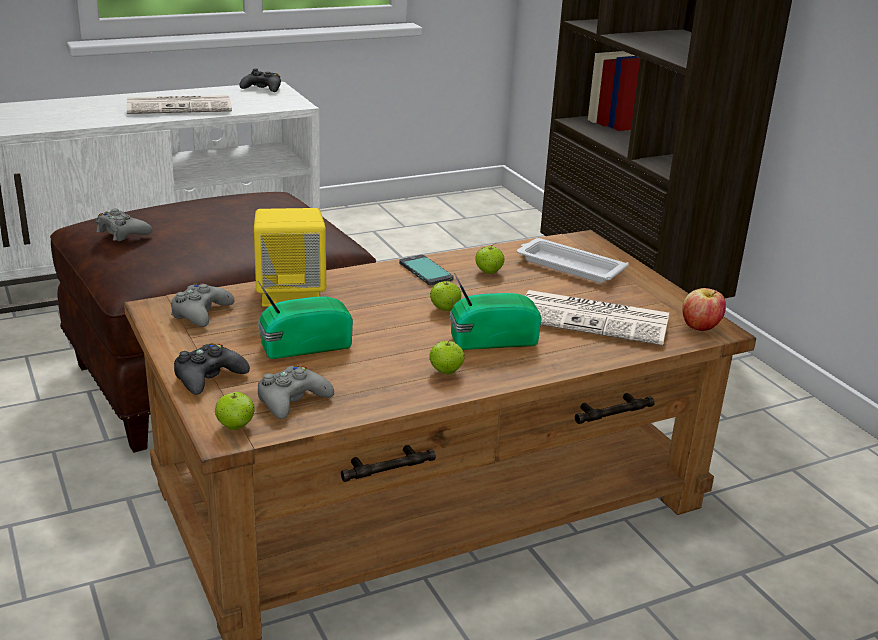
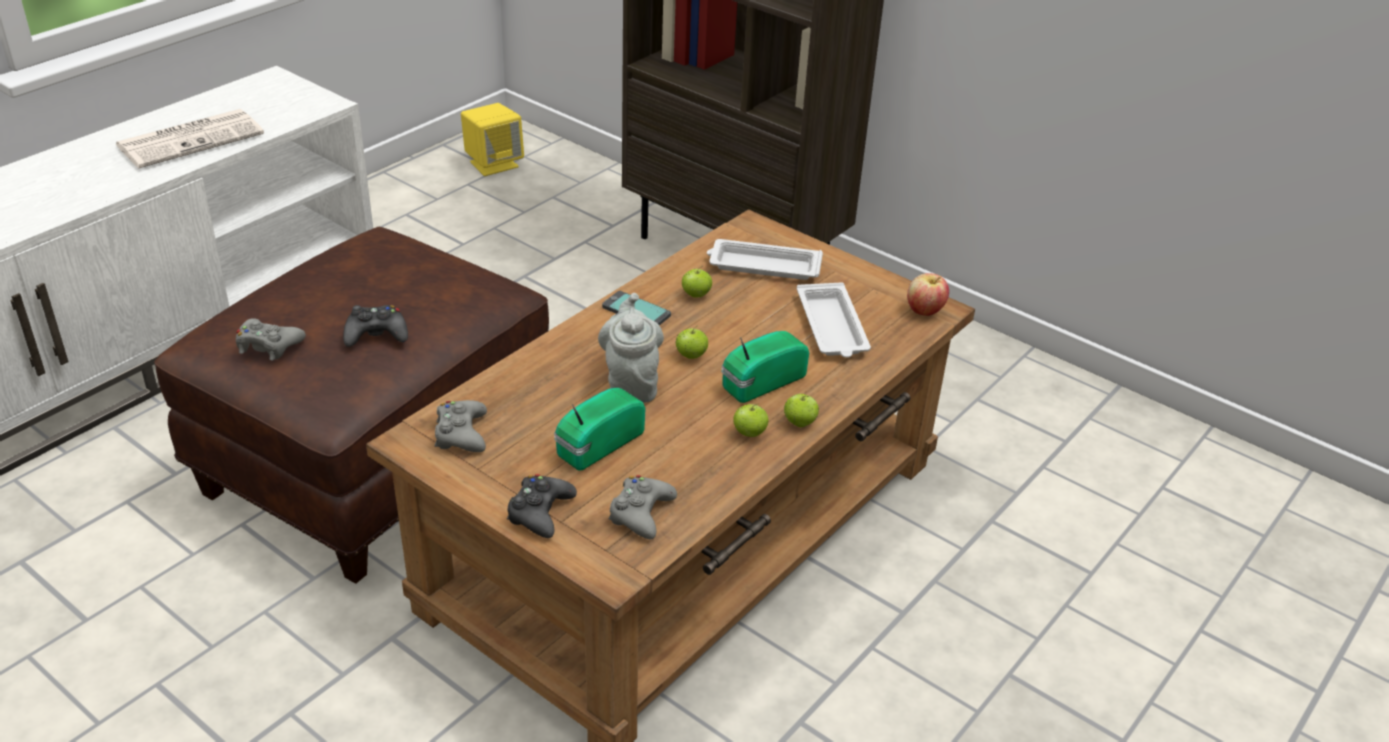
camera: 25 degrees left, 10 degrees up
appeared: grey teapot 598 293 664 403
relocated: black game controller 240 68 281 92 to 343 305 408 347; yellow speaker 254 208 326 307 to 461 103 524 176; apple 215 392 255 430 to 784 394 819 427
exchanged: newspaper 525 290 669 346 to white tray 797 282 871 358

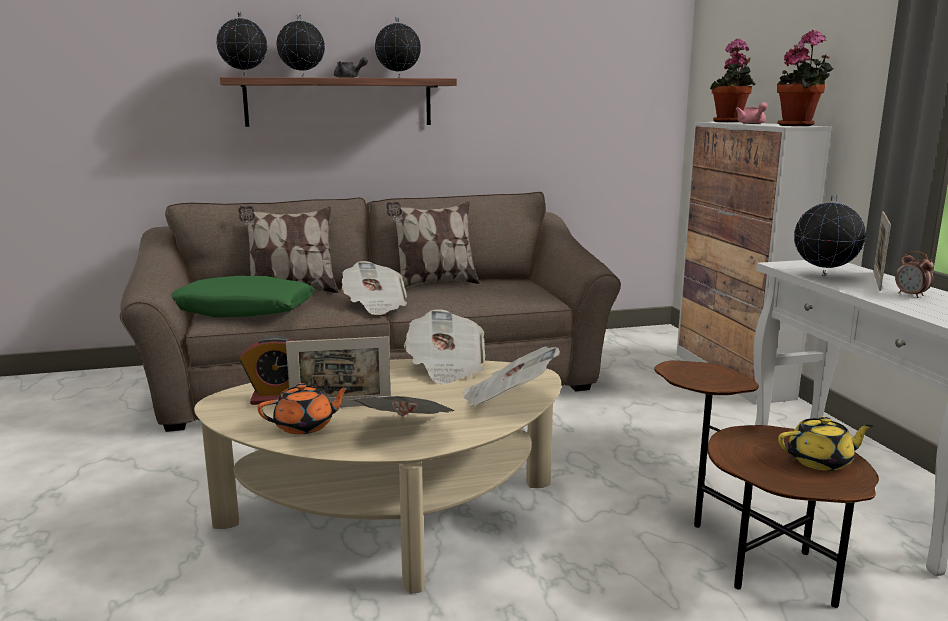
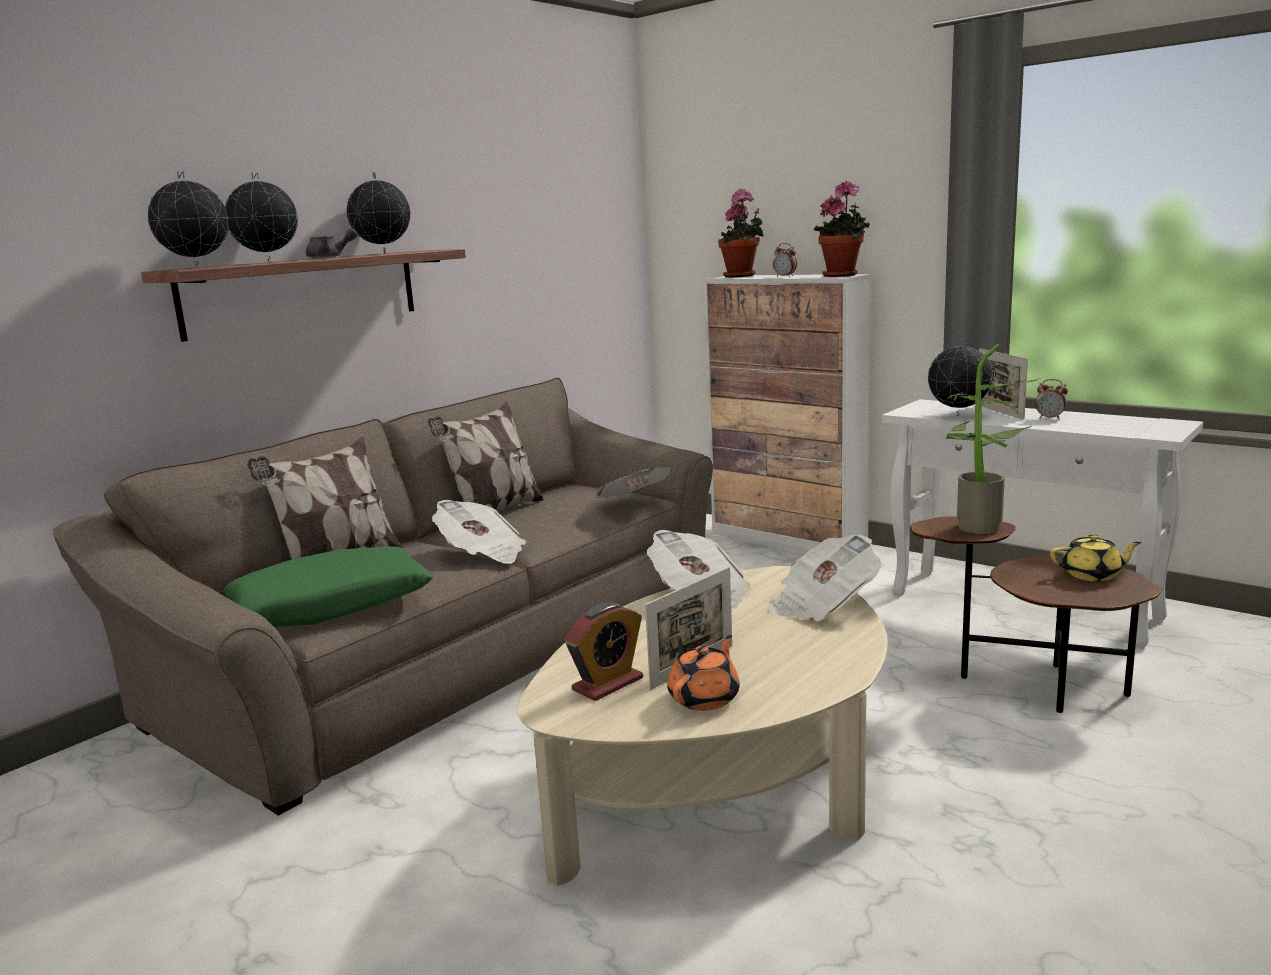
camera: 35 degrees left, 0 degrees up
appeared: potted plant 946 343 1040 534
relocated: newspaper 349 396 454 416 to 596 467 671 498
exchanged: pink teapot 736 102 767 124 to alarm clock 773 243 797 277
spun: yellow teapot 778 416 874 471 = 1050 534 1142 581 45 degrees clockwise

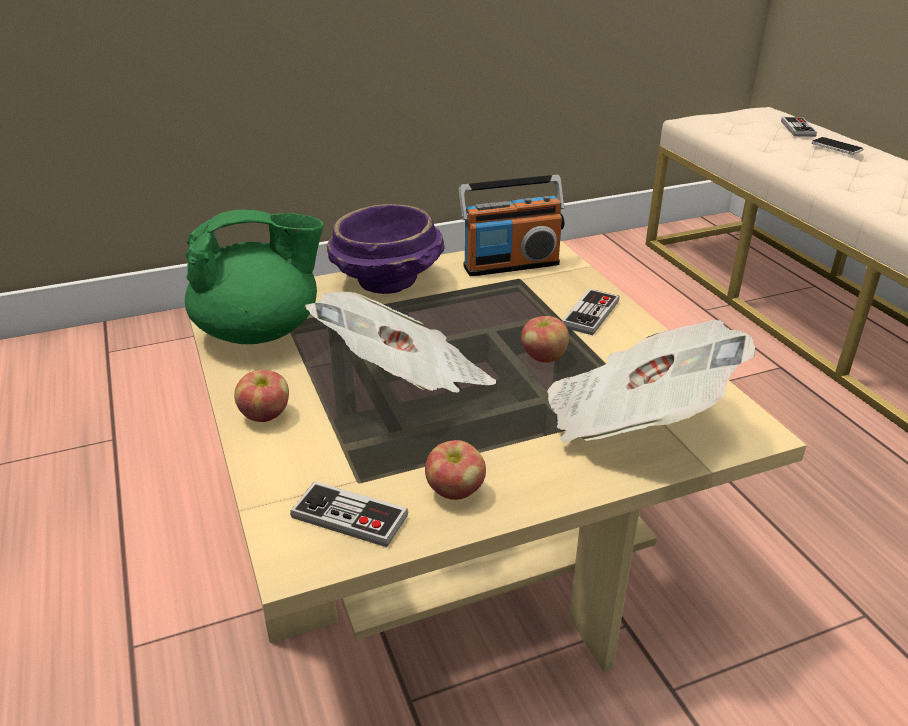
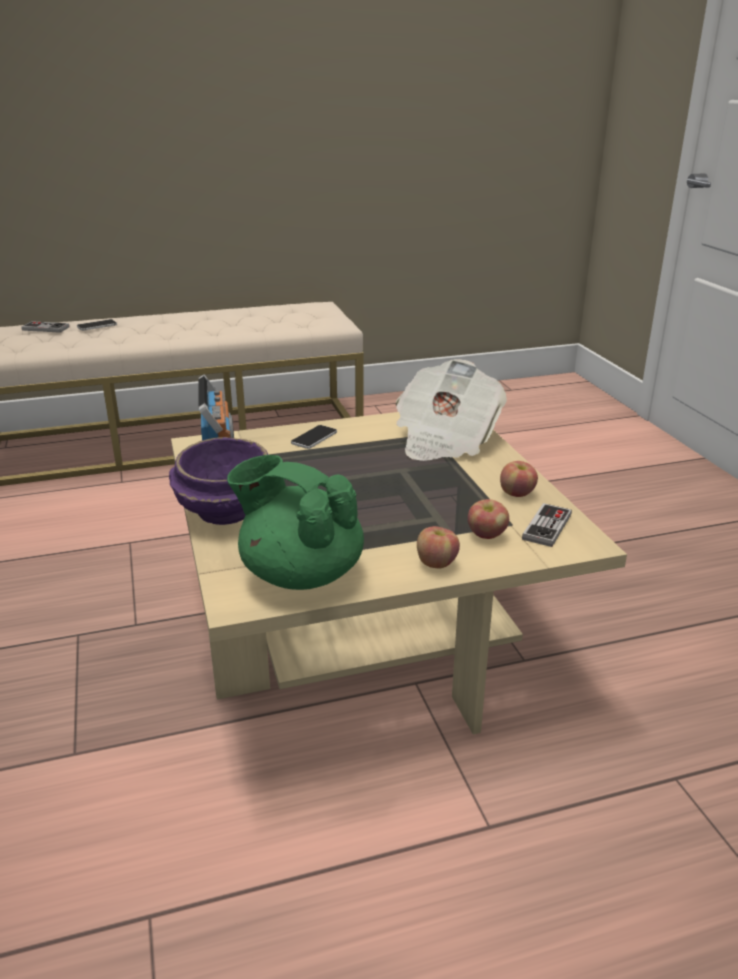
camera: 85 degrees left, 5 degrees down
missing: newspaper 305 291 496 393
relocated: apple 521 316 569 363 to 468 499 509 539
exchanged: game controller 562 289 619 335 to phone 291 425 337 449
spun: green teapot 185 210 324 344 = 227 455 364 590 45 degrees counterclockwise

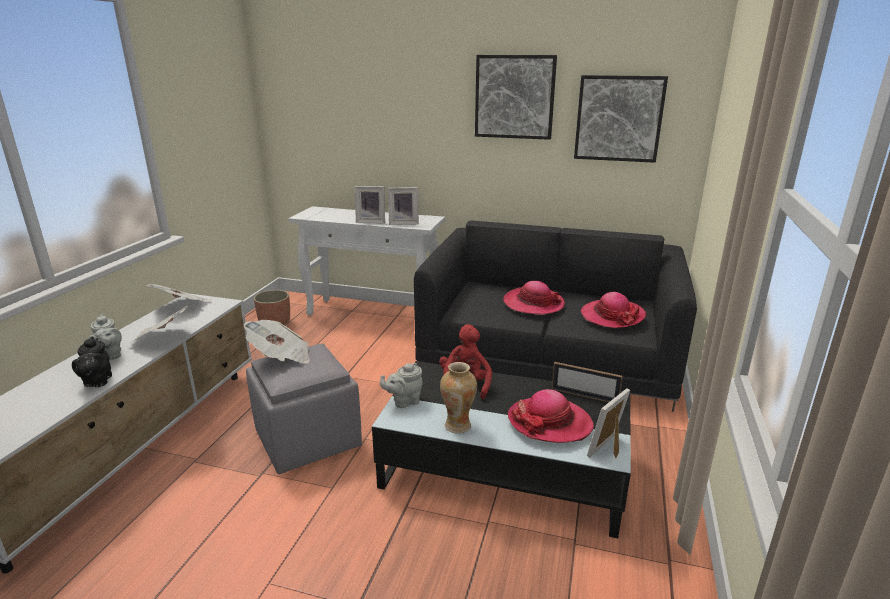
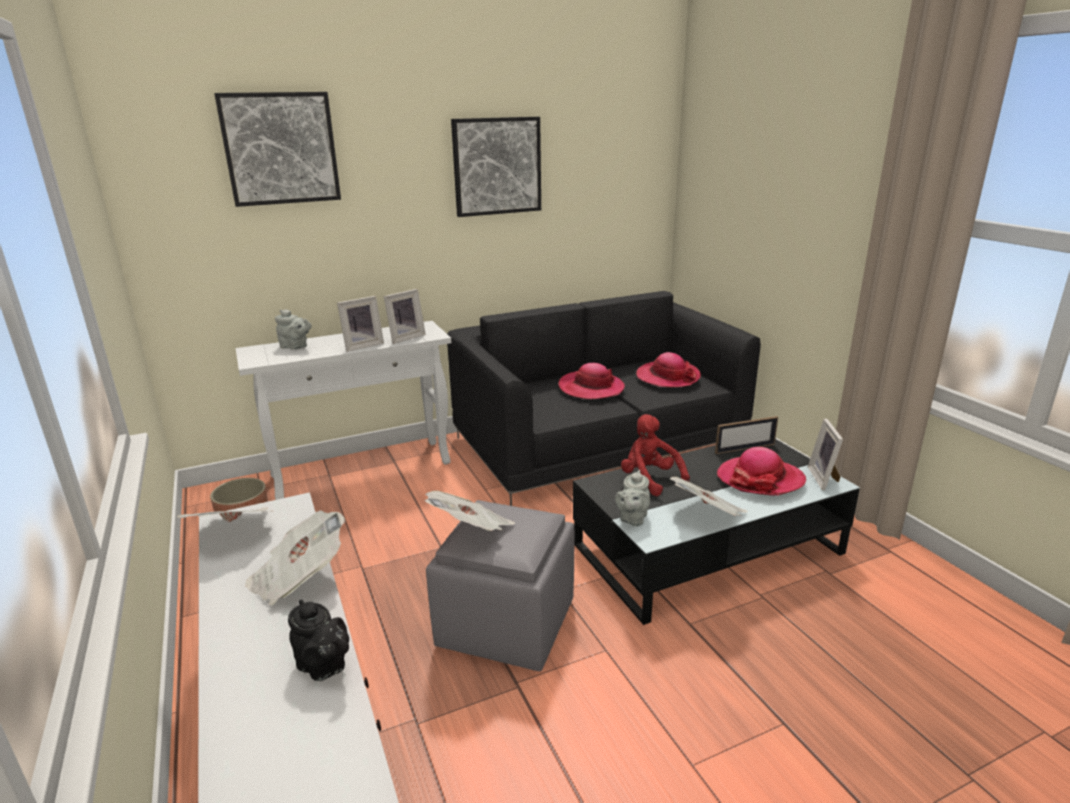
camera: 40 degrees left, 0 degrees up
relocated: picture 574 75 668 163 to 214 92 341 207; grey teapot 88 314 122 360 to 275 309 312 350
exchanged: vase 440 362 477 434 to newspaper 670 477 748 516

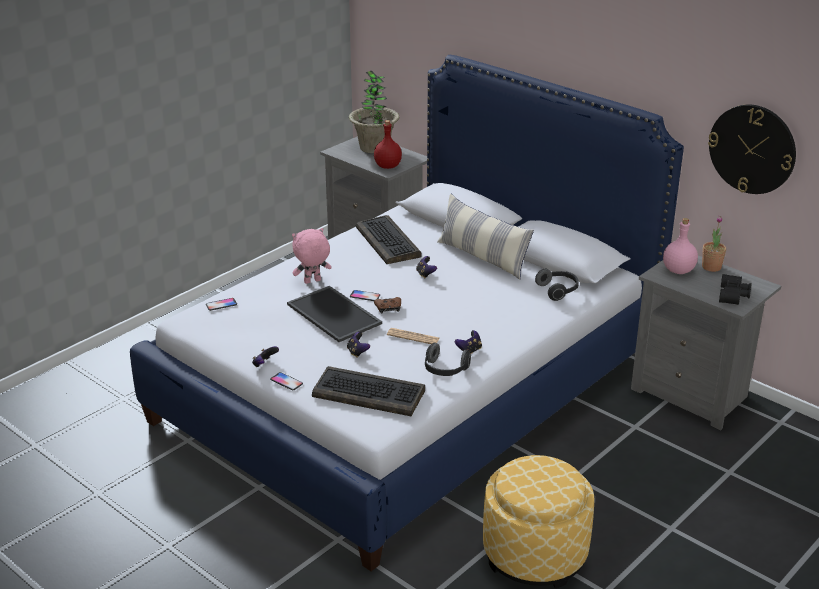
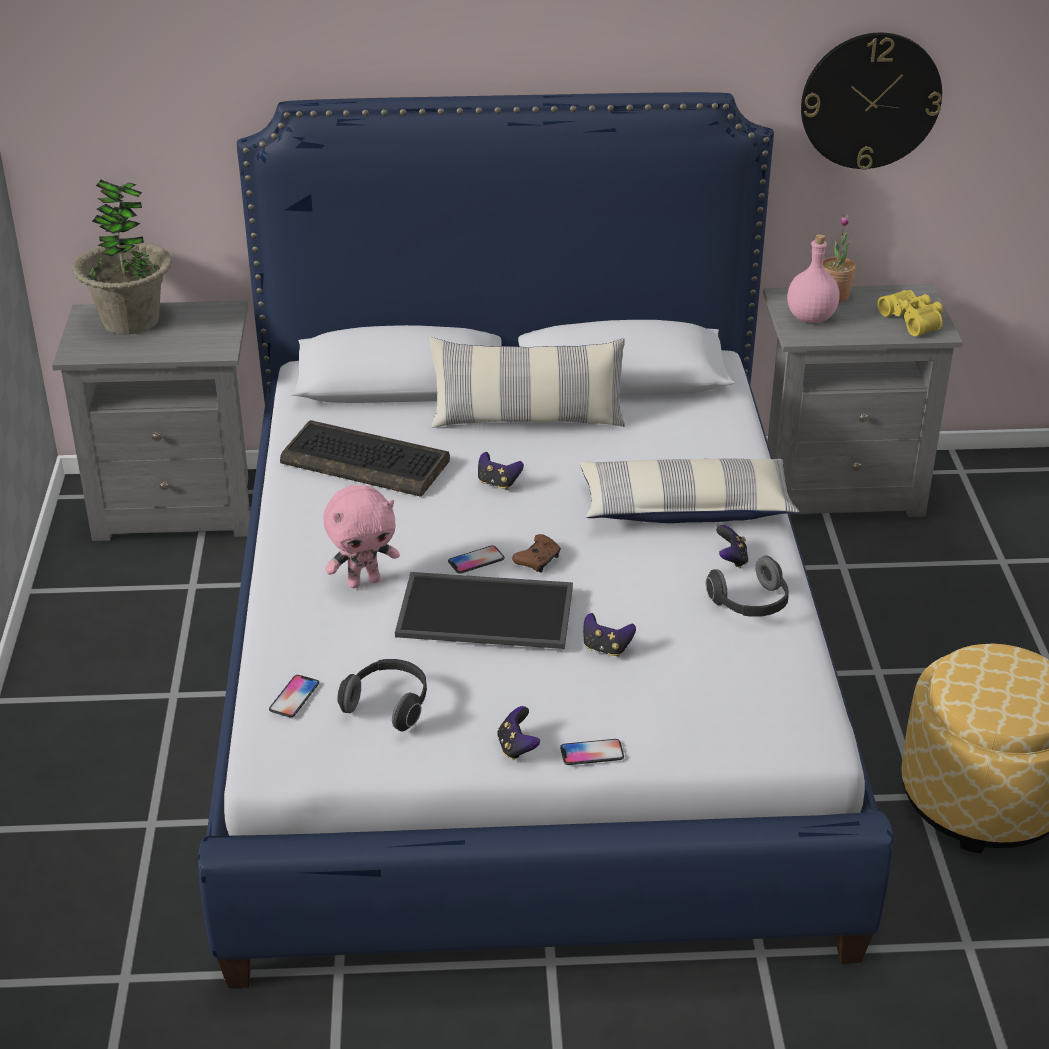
camera: 45 degrees left, 5 degrees up
missing: red bottle 374 120 402 169; newspaper 387 328 440 344; keyboard 312 366 425 416
appeared: pillow 580 458 799 523
relocated: headphones 535 269 579 301 to 337 659 427 731
colour: black binoculars 719 274 751 305 to yellow binoculars 877 290 943 336
spun: pink plush toy 292 228 332 284 = 323 485 400 588 135 degrees counterclockwise

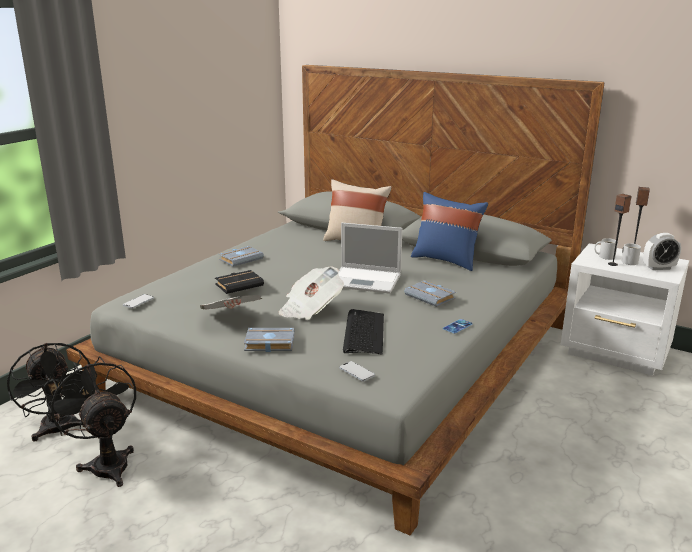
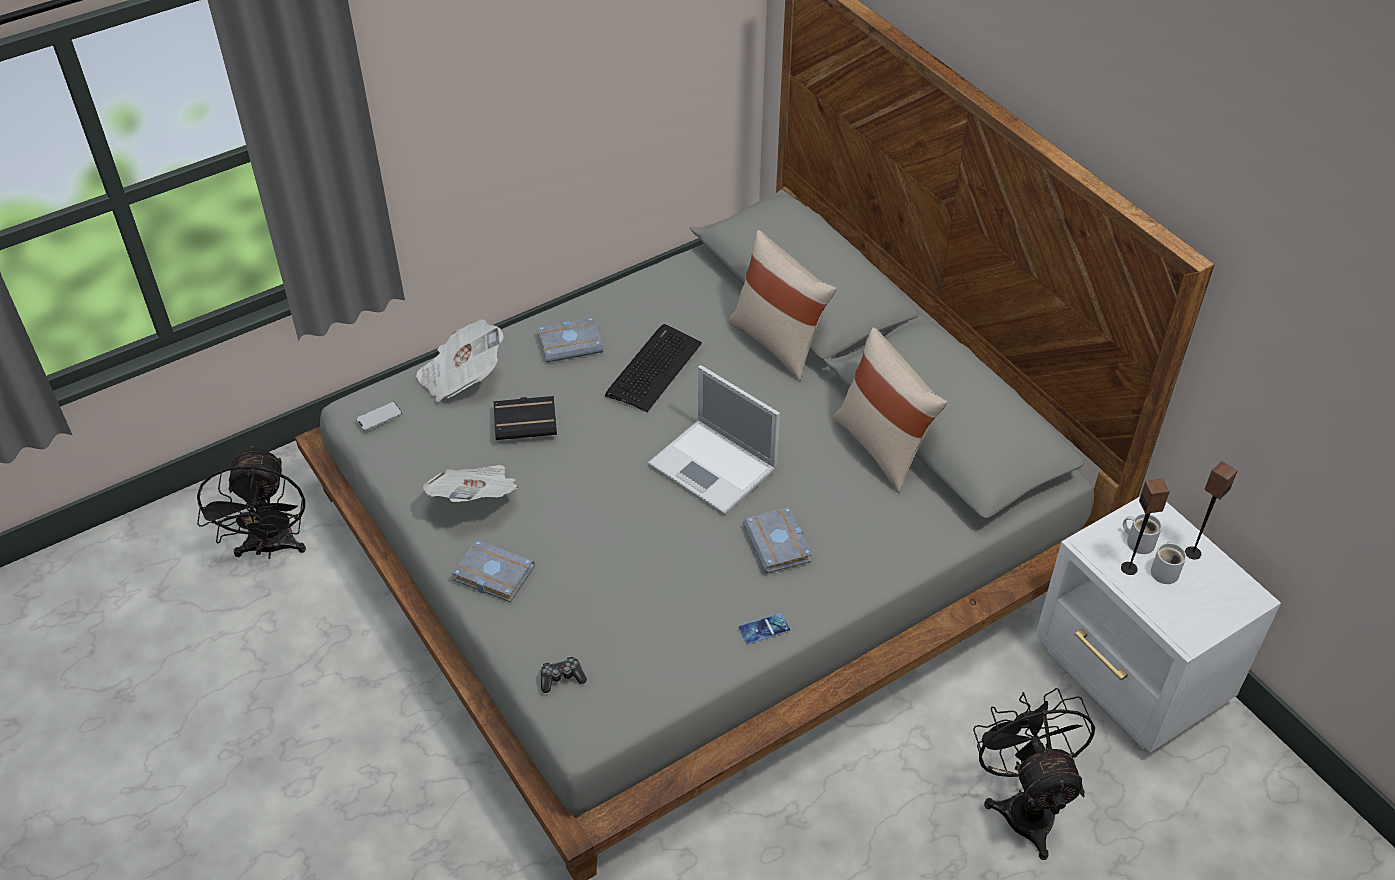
camera: 25 degrees right, 25 degrees up
missing: alarm clock 643 233 681 270
relocated: newspaper 278 267 344 320 to 416 320 504 402; keyboard 343 309 384 355 to 605 324 702 412; black fan 47 356 136 487 to 973 688 1095 860
exchanged: phone 339 361 375 382 to game controller 541 656 587 693
colour: blue pillow 411 192 488 271 to beige pillow 833 327 947 493

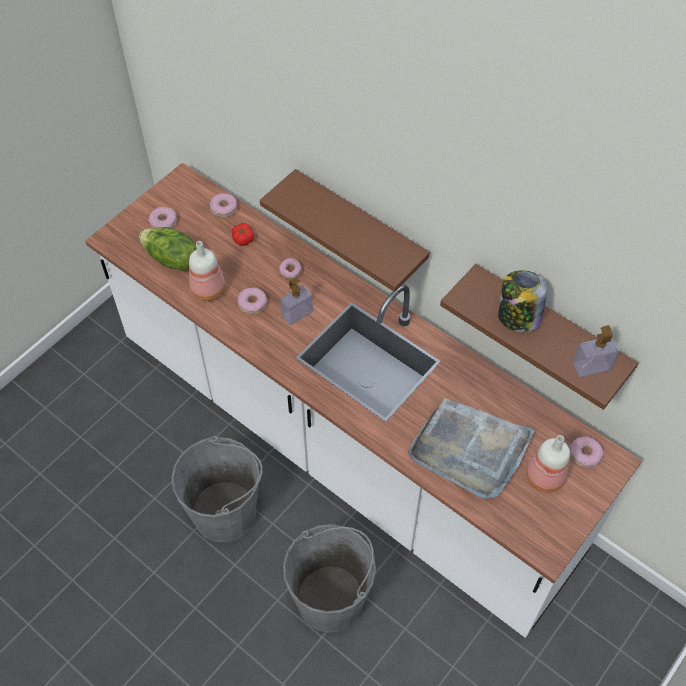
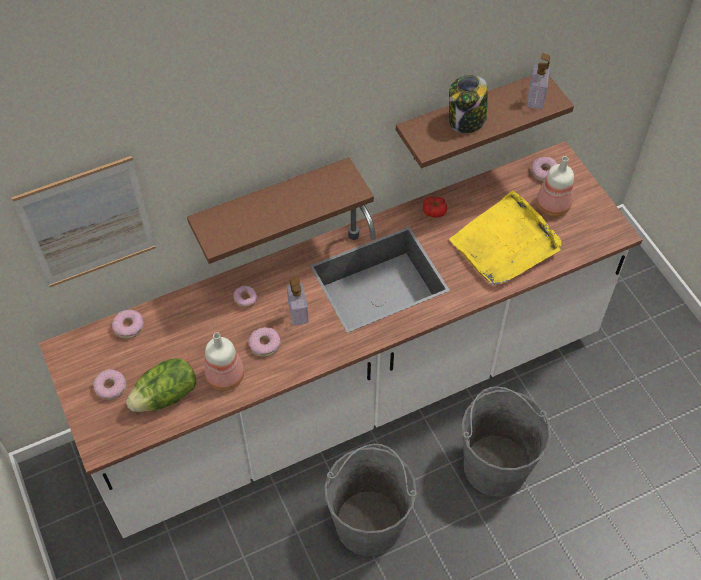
camera: 65 degrees left, 0 degrees up
appeared: picture 11 156 156 287
relocated: tomato 232 223 254 246 to 423 197 447 217
colour: grey tray 408 398 535 499 to yellow tray 449 190 561 285

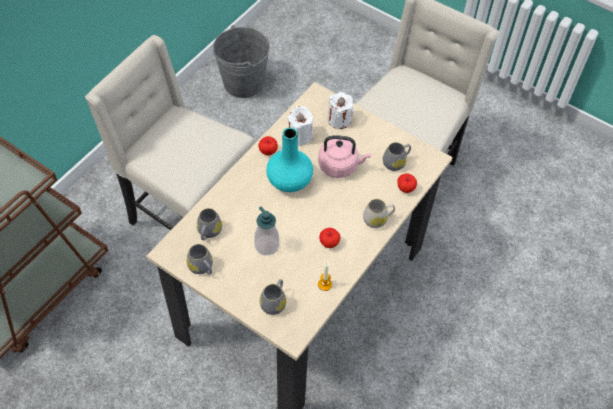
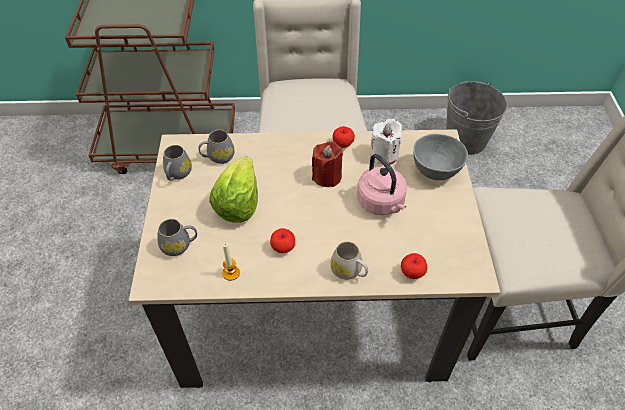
camera: 55 degrees right, 5 degrees down
missing: grey mug 383 142 411 171
exchanged: white candle 327 92 354 129 to grey bowl 413 134 468 180; turquoise vase 266 128 313 192 to red candle 312 141 343 187; soap dispenser 254 206 279 255 to lettuce 209 156 258 223

